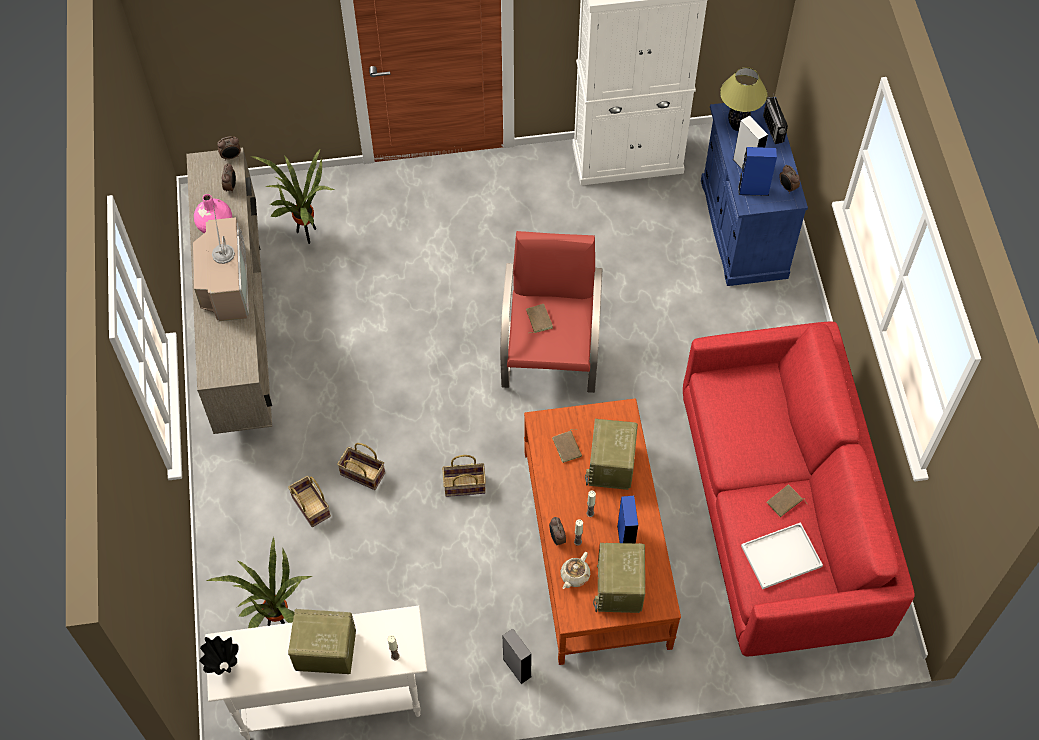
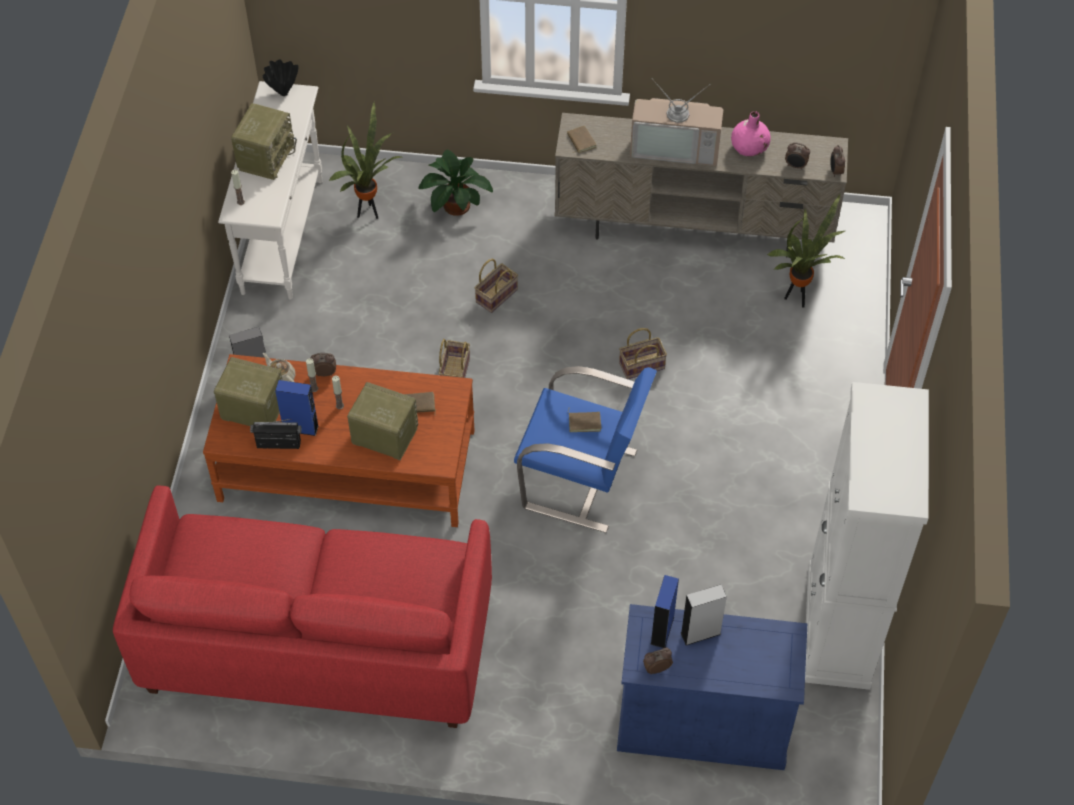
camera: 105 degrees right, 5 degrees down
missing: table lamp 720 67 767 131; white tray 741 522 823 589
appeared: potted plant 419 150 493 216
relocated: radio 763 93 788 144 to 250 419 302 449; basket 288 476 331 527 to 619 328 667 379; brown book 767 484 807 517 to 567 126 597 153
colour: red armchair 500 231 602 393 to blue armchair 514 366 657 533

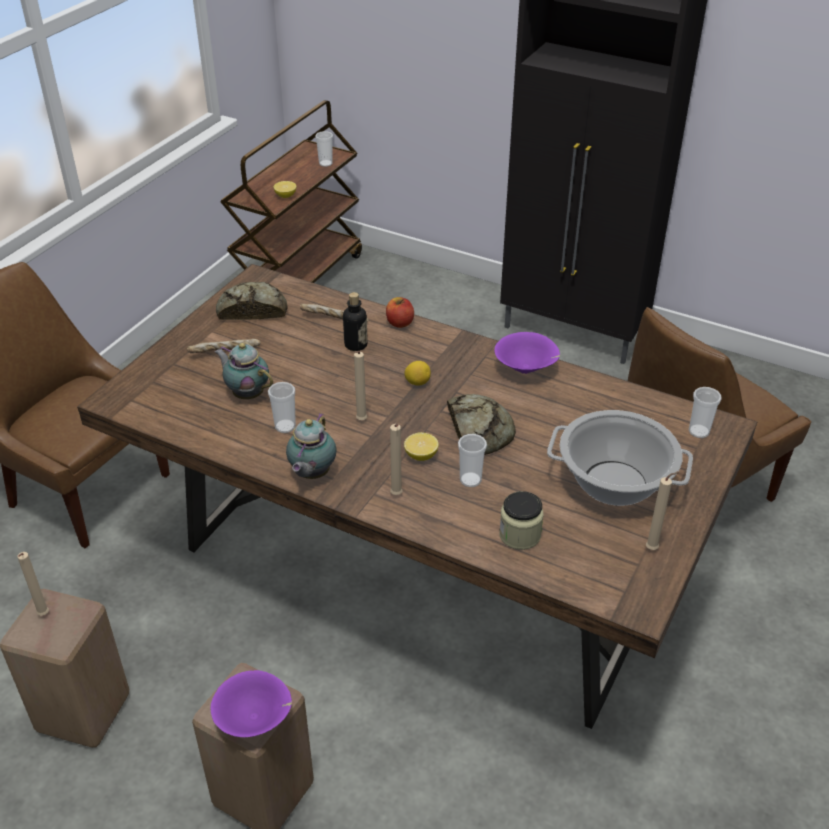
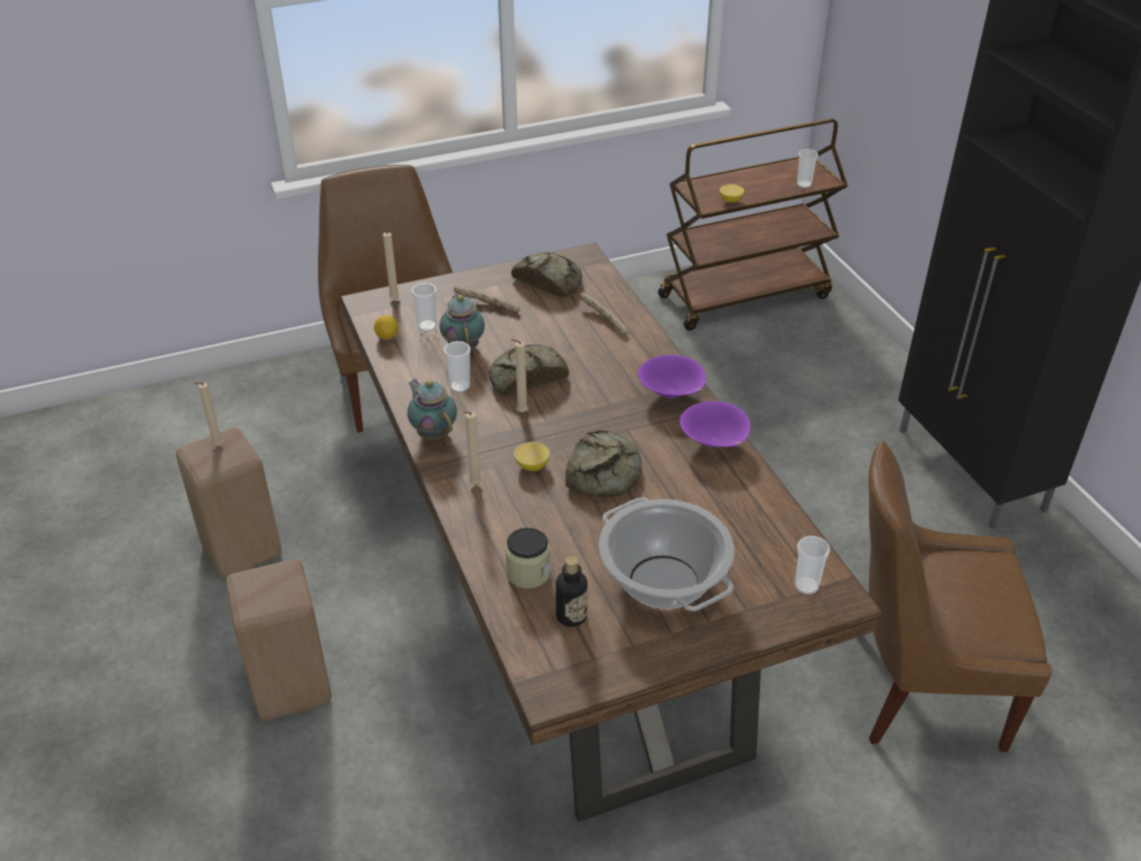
camera: 40 degrees right, 0 degrees up
missing: apple 386 297 414 328
appeared: bread 490 344 569 396
relocated: bottle 343 292 368 351 to 556 556 588 627; lemon 404 361 431 385 to 374 316 399 340; cup 458 434 487 487 to 411 283 437 331; beige candle 646 471 679 550 to 383 229 399 299; purple bowl 211 670 292 737 to 638 355 706 399
spun: teapot 286 413 337 479 = 407 378 457 440 90 degrees clockwise

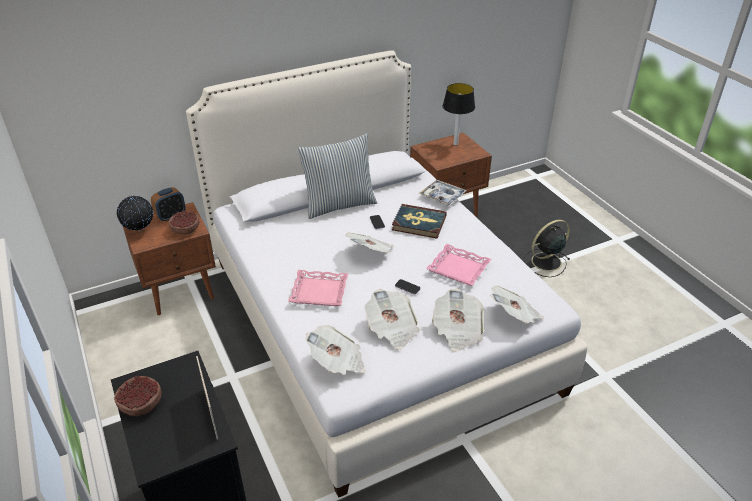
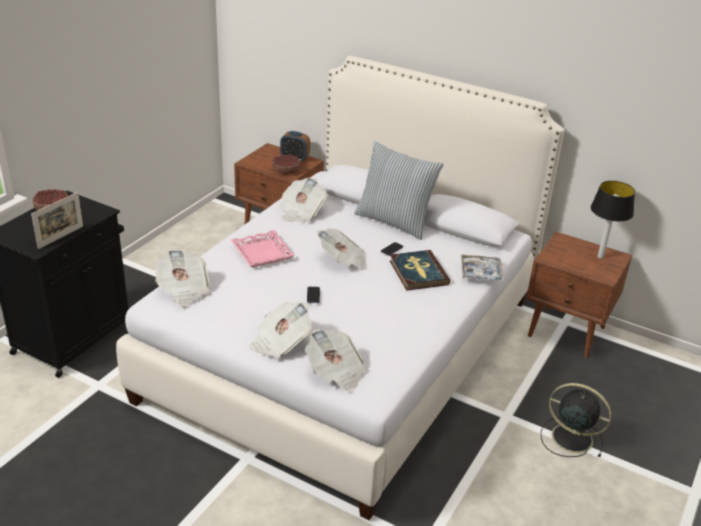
camera: 55 degrees right, 5 degrees down
missing: globe 117 195 153 231; pink tray 426 244 491 285
relocated: newspaper 364 289 420 350 to 281 178 327 222

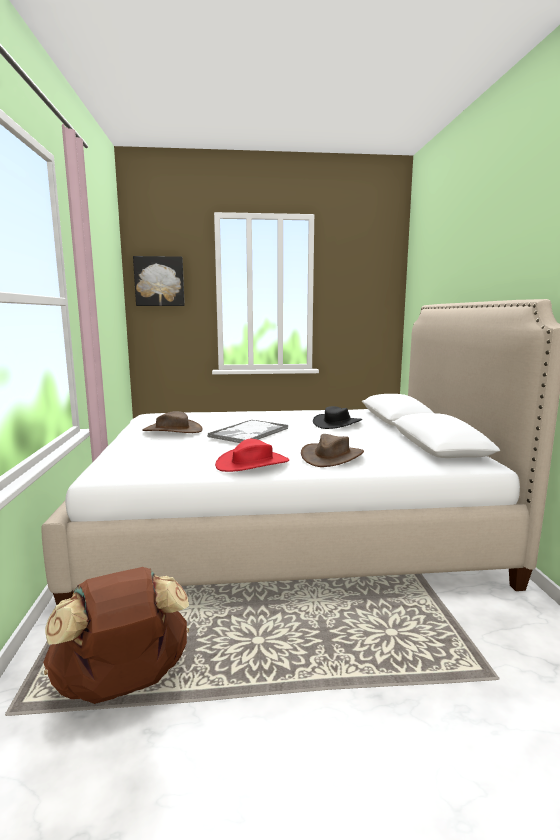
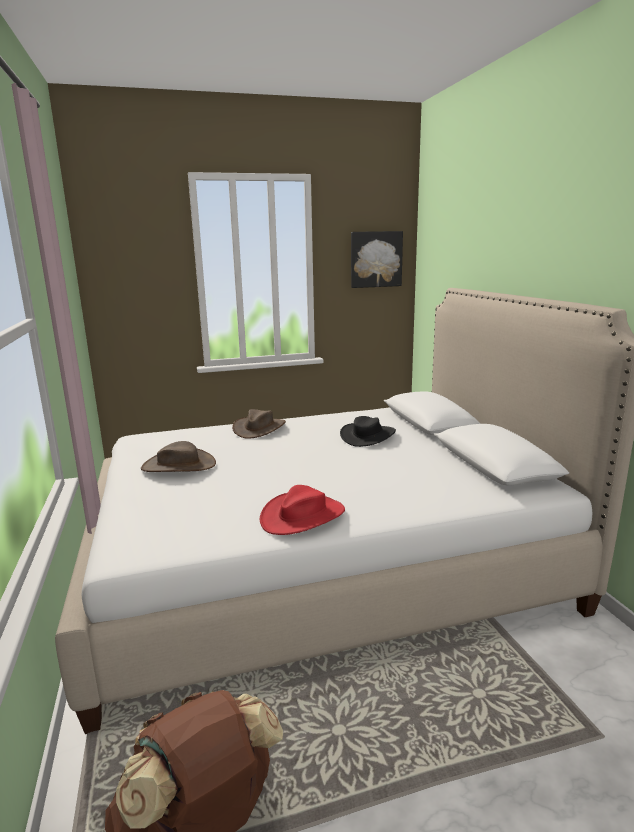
camera: 10 degrees left, 5 degrees up
missing: tray 208 420 288 443
relocated: picture 133 256 185 306 to 351 231 403 288; brown hat 301 434 364 467 to 232 409 286 439

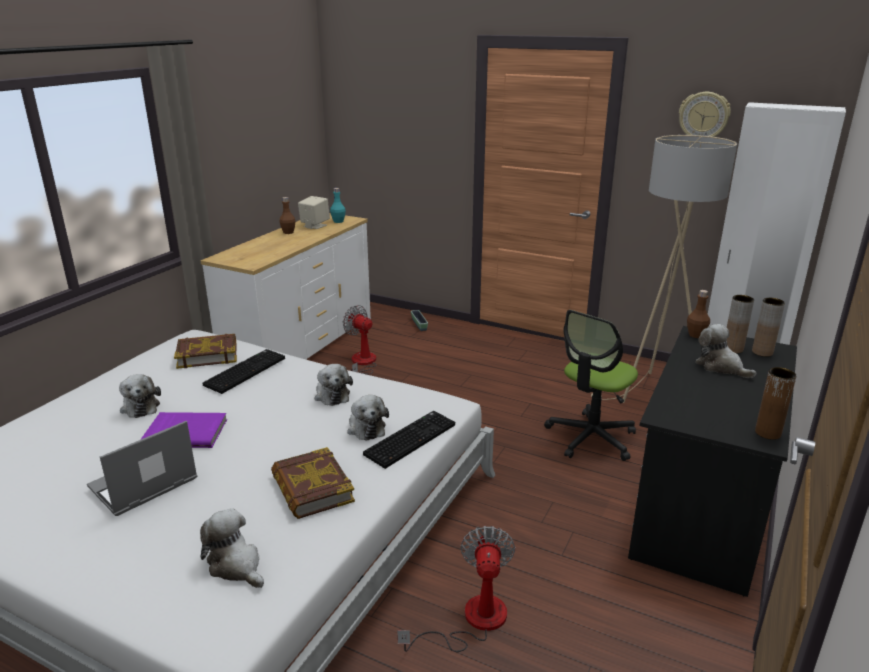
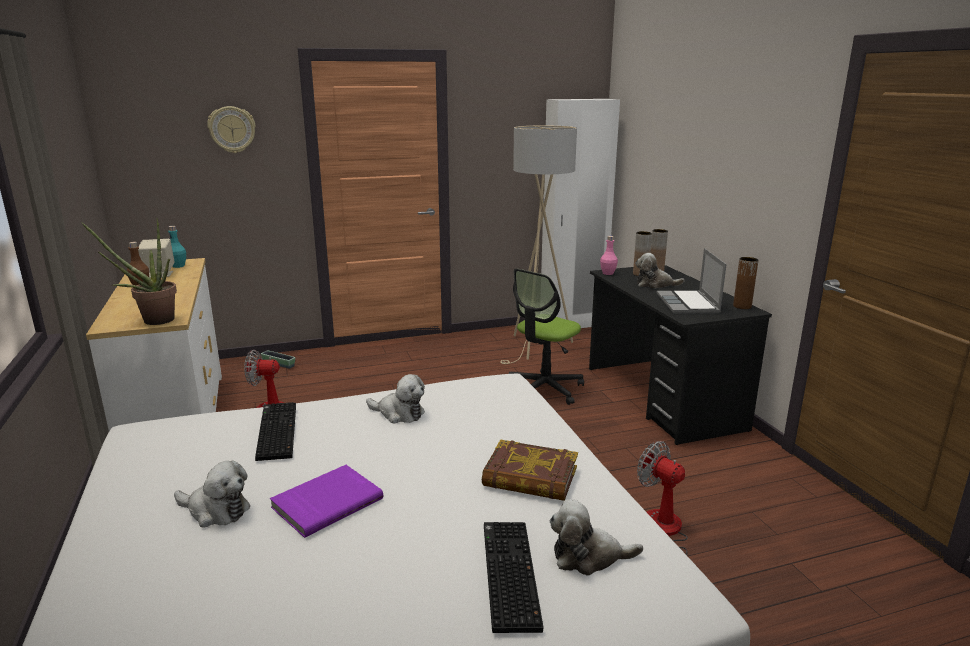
camera: 45 degrees left, 5 degrees down
missing: book 174 334 237 369; plush toy 347 395 389 441
appeared: potted plant 81 218 177 325
relocated: wall clock 679 92 731 137 to 207 106 256 153; keyboard 363 411 455 469 to 484 522 543 633; laptop 87 421 197 516 to 657 248 727 314
colour: brown bottle 687 290 710 338 to pink bottle 600 236 618 275
spun: office chair 544 310 638 461 = 509 268 584 405 45 degrees clockwise

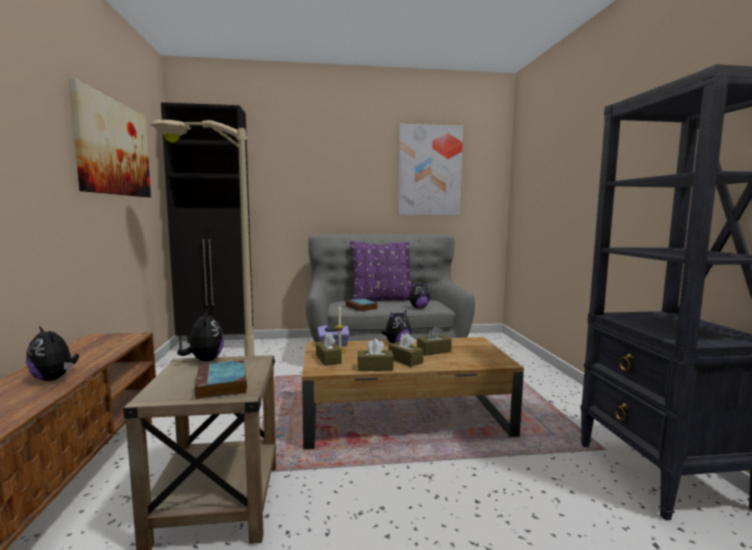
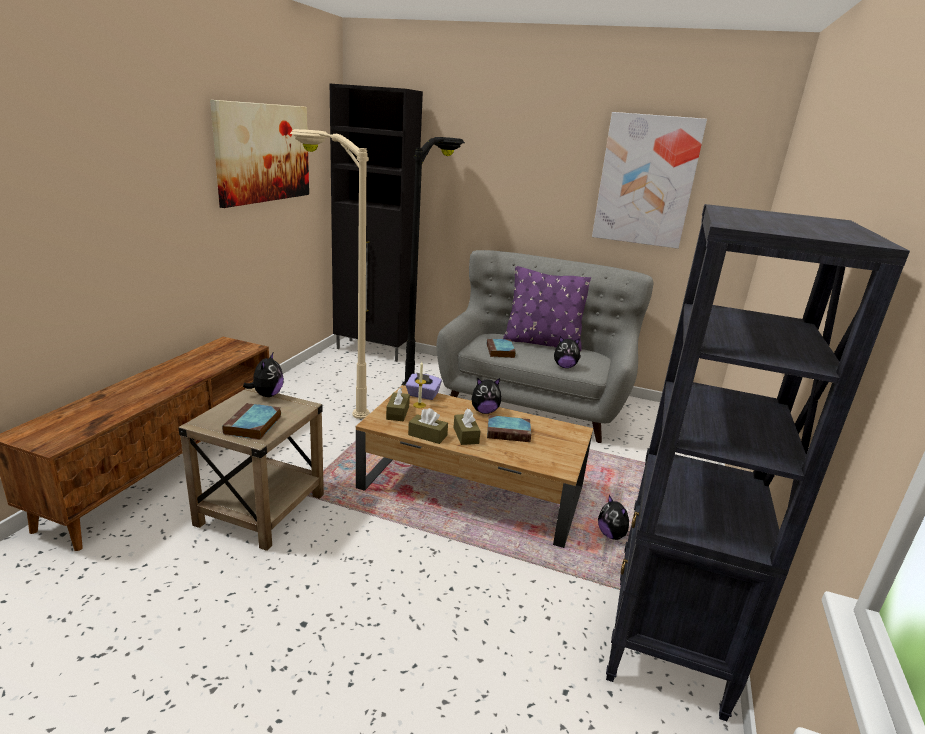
camera: 25 degrees right, 15 degrees up
appeared: black floor lamp 401 137 465 386
relocated: plush toy 26 326 79 381 to 598 495 630 540
exchanged: brown tissue box 417 326 452 356 to book 487 415 531 442

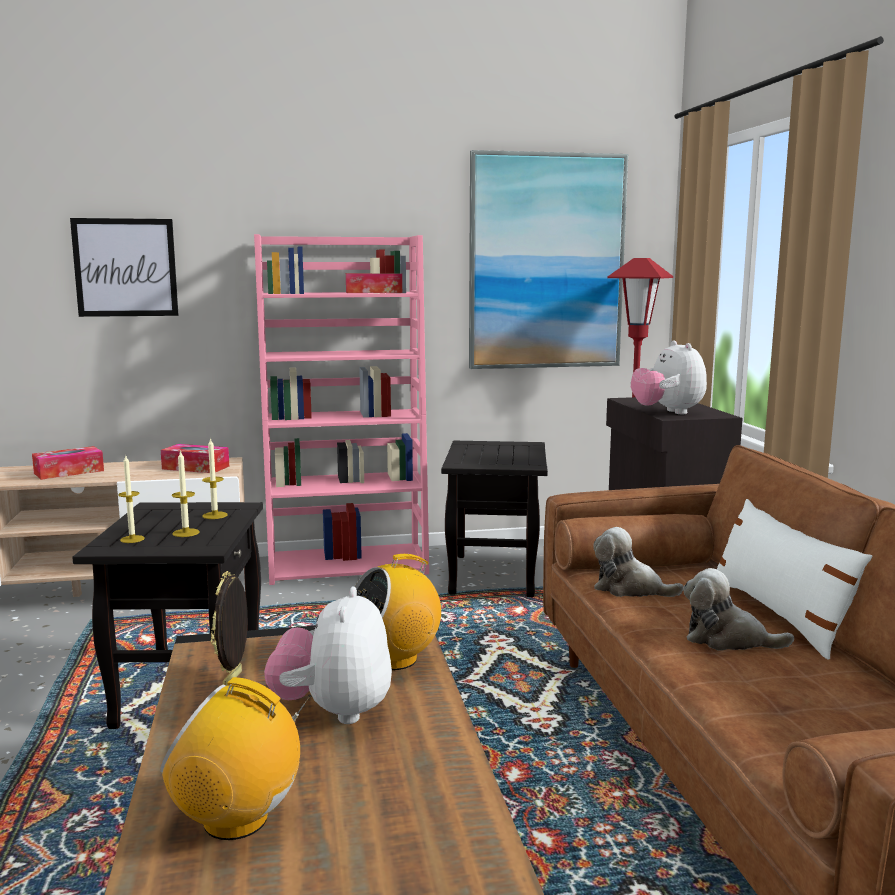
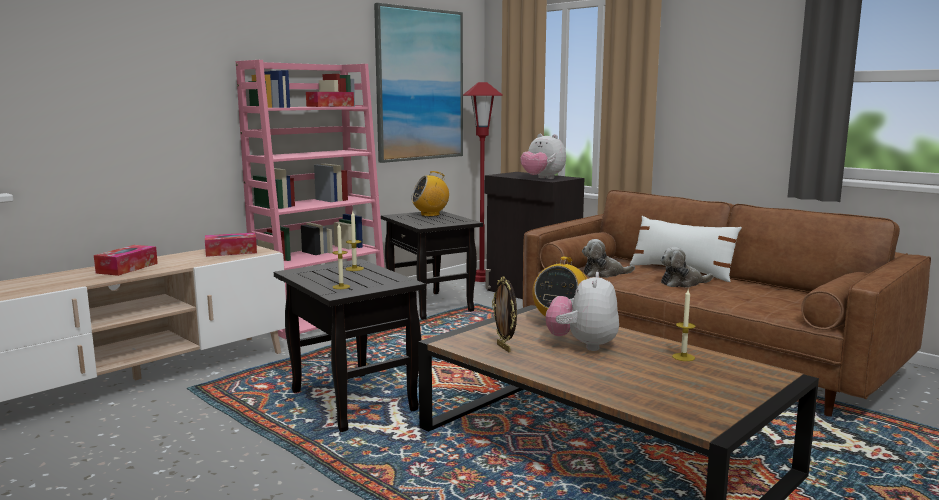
camera: 35 degrees left, 0 degrees up
missing: picture 70 218 179 317
relocated: candle 172 450 200 537 to 672 290 695 361; radio 160 677 312 840 to 411 171 449 217
spun: plush toy 264 587 392 724 = 546 272 619 351 45 degrees clockwise

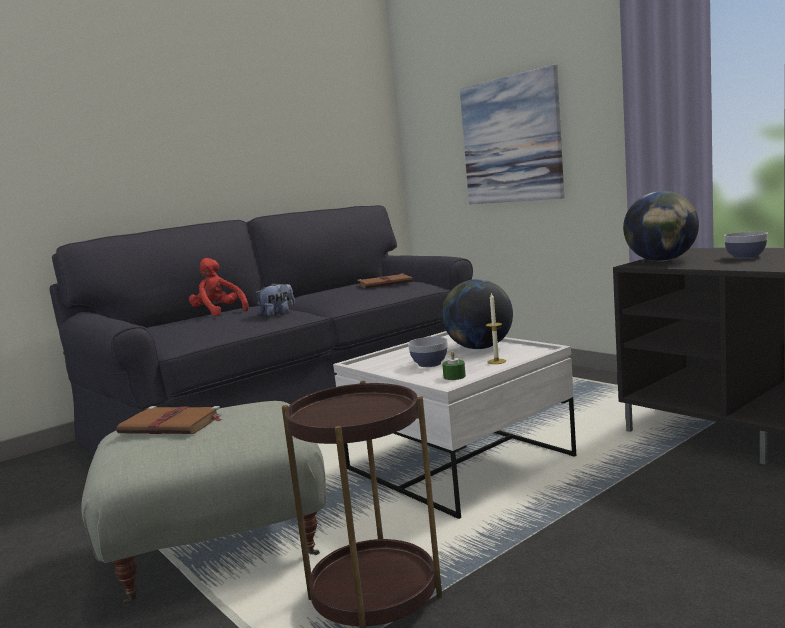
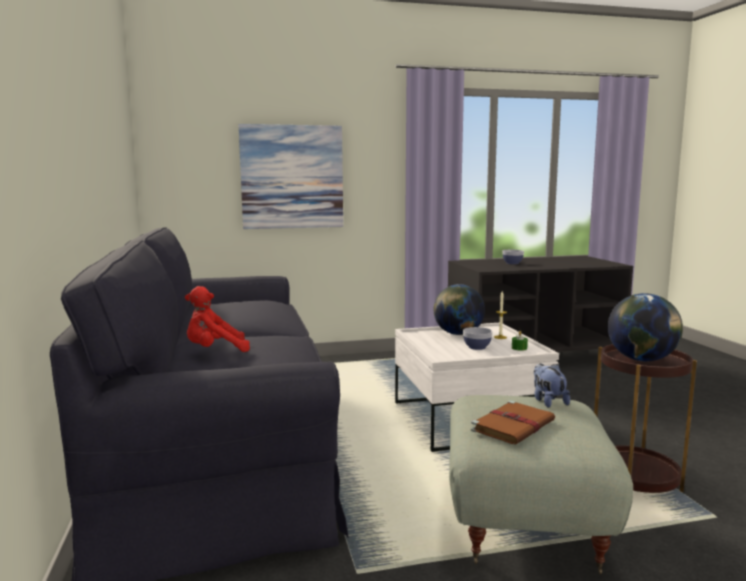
camera: 65 degrees left, 0 degrees up
missing: brown book 357 273 413 289
relocated: globe 623 191 699 261 to 608 293 683 362; plush toy 256 283 295 316 to 534 364 570 408

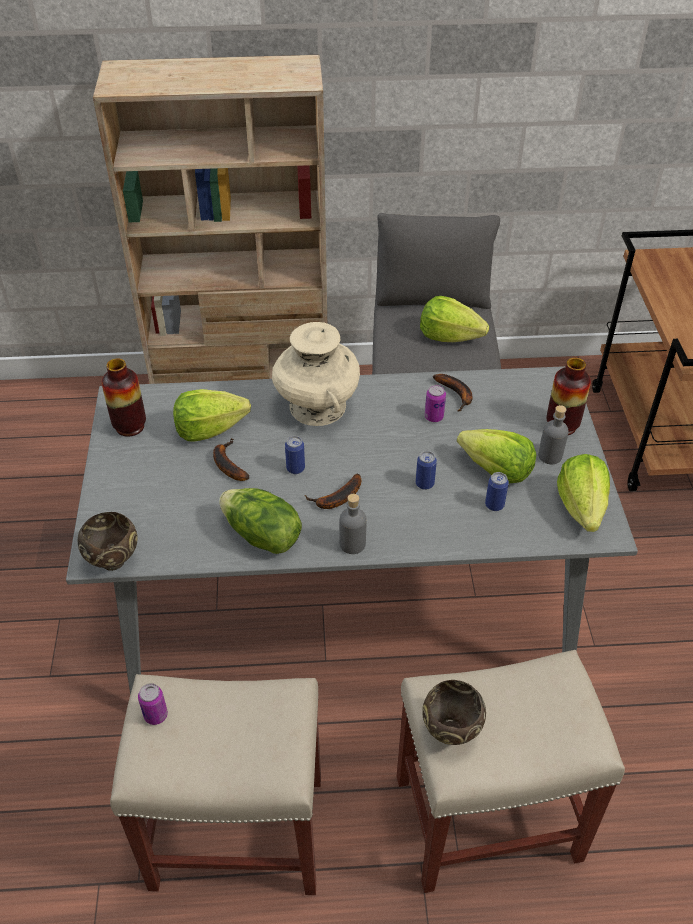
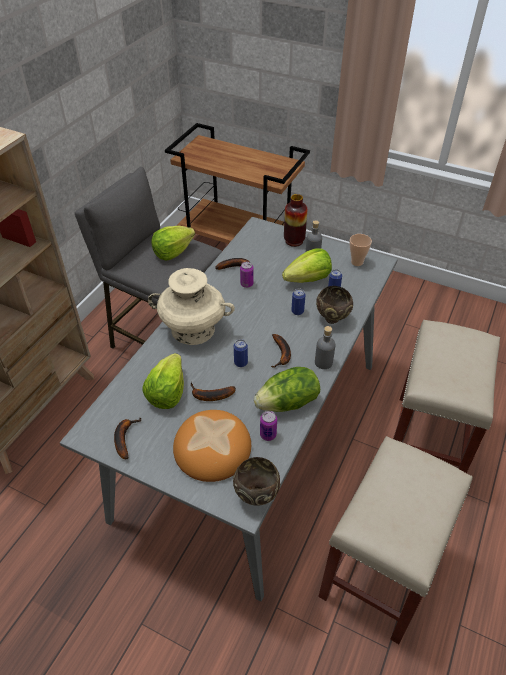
camera: 60 degrees left, 0 degrees up
appeared: bread 173 410 251 482
relocated: brown bowl 422 680 486 745 to 316 286 353 324; can 138 683 168 725 to 260 411 277 441
exchanged: vase 101 359 146 437 to banana 114 418 141 459; lettuce 557 454 610 532 to cup 349 234 372 266

